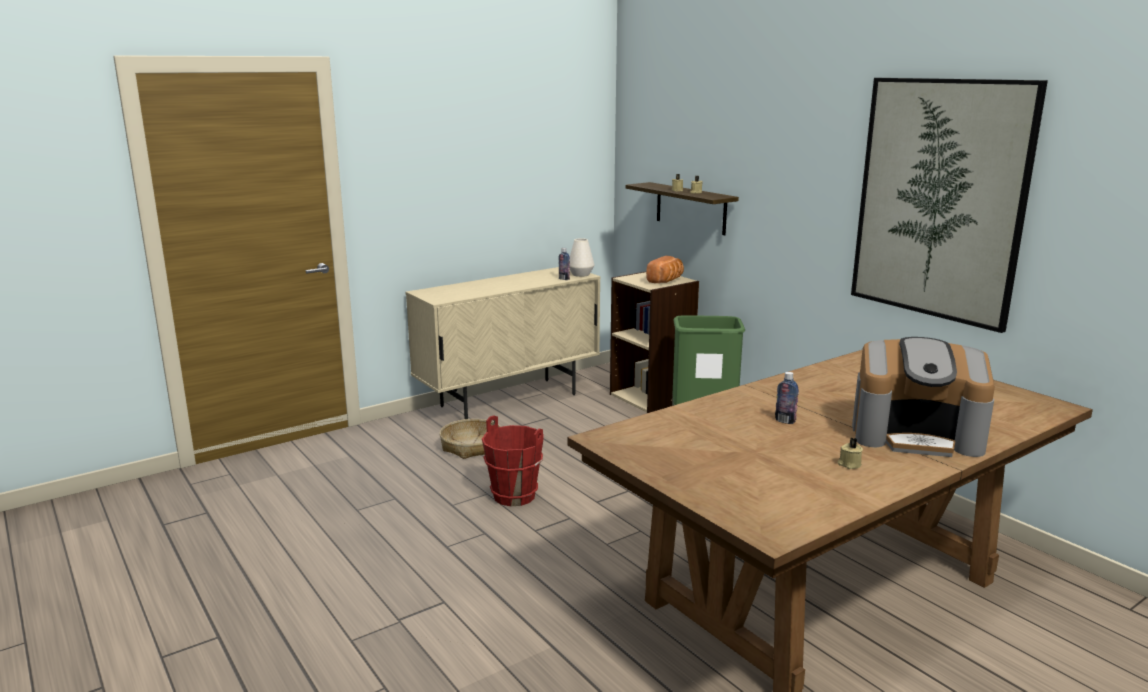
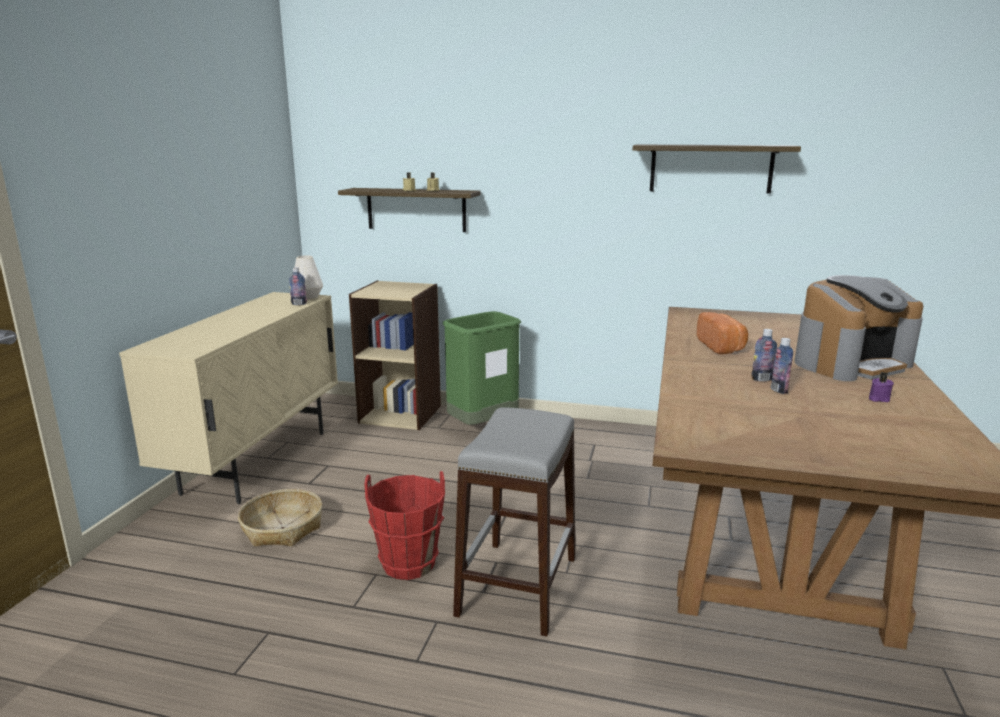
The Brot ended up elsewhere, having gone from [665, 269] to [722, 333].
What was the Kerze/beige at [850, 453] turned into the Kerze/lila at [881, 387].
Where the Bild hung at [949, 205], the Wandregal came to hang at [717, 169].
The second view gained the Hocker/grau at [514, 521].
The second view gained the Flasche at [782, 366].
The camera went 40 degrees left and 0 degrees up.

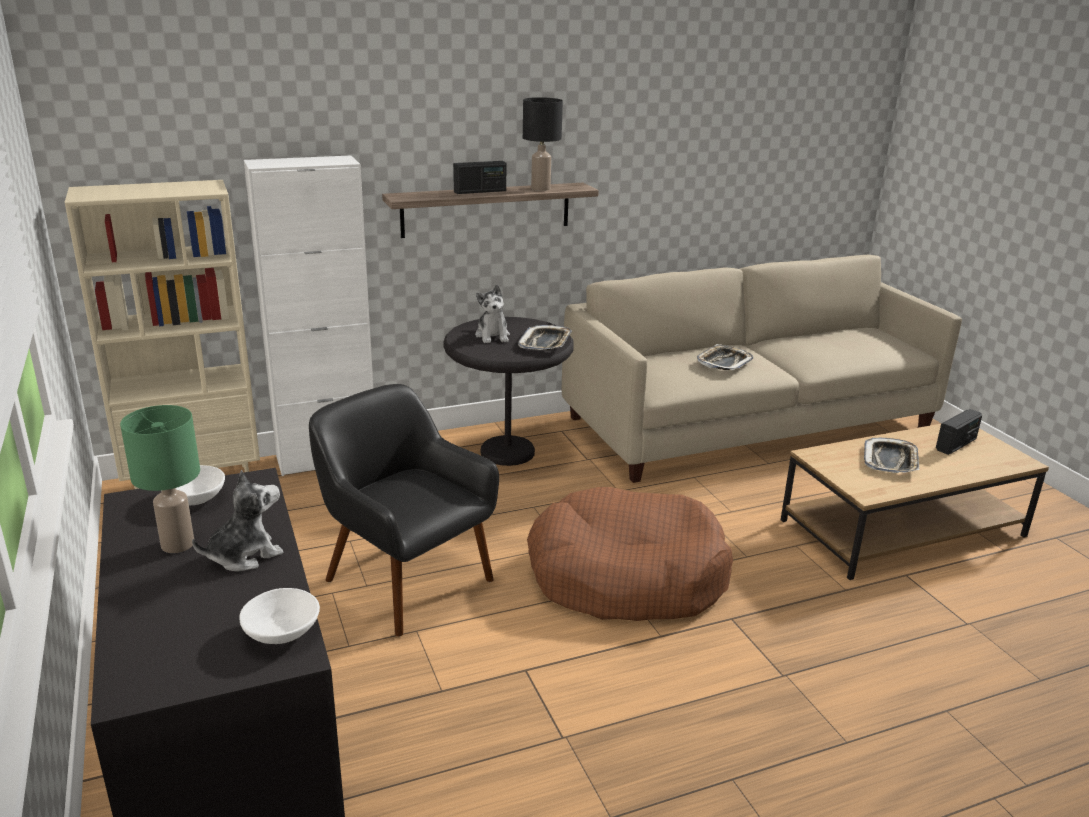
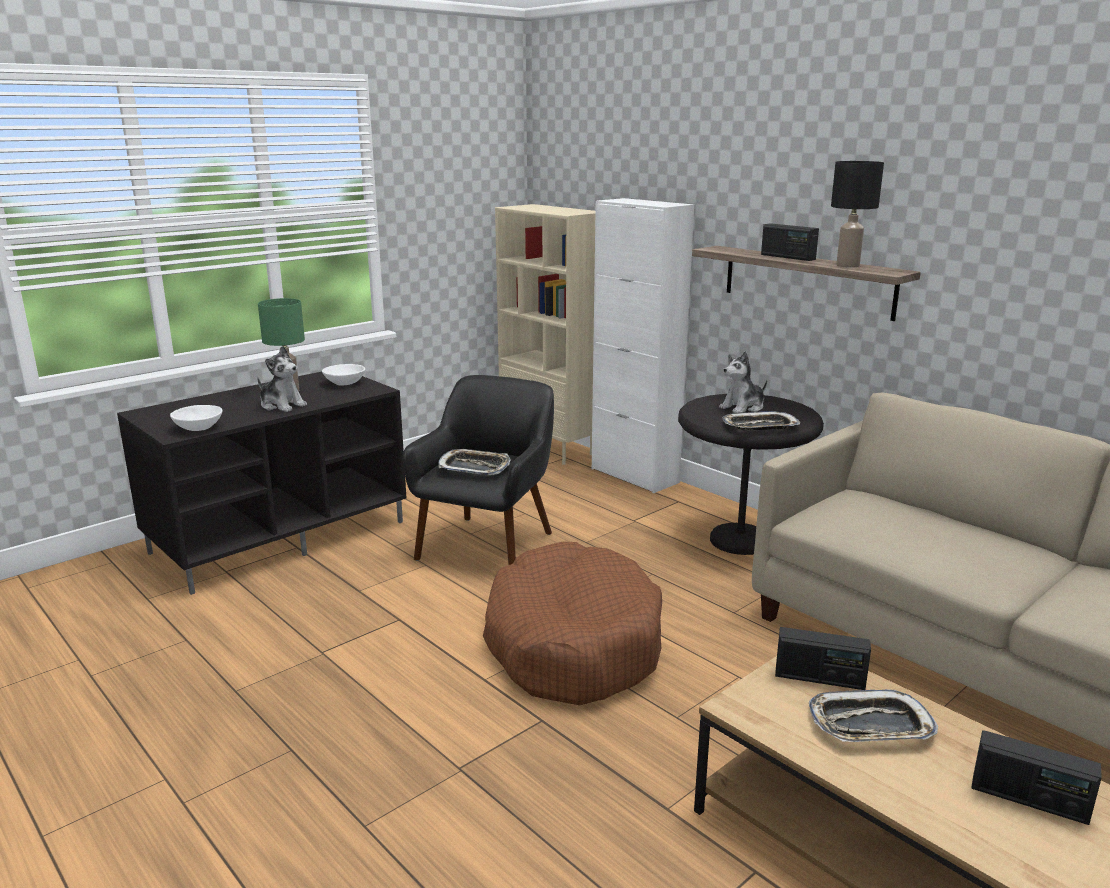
The Tablett ended up elsewhere, having gone from [725, 357] to [475, 462].
The second view gained the Radio at [823, 658].
The camera went 70 degrees right and 5 degrees down.

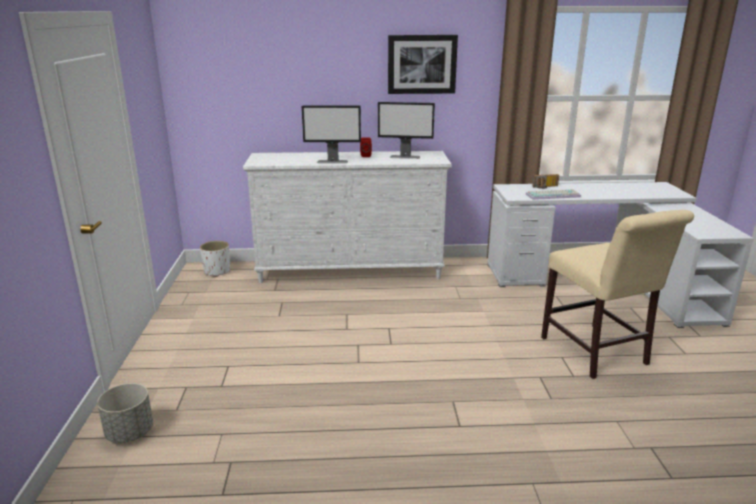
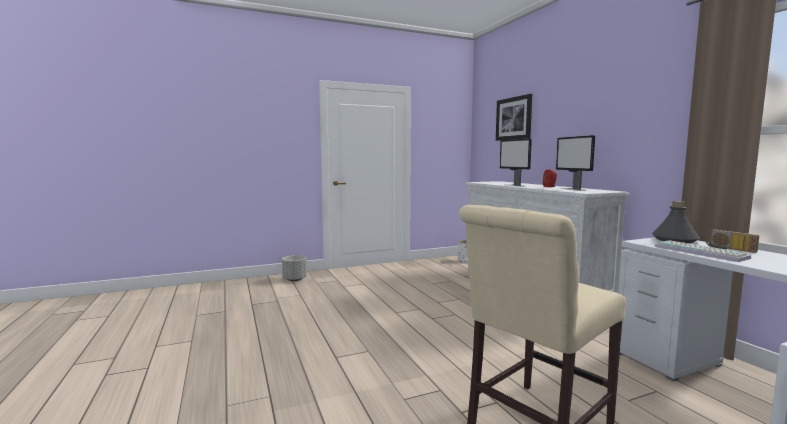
The Bild ended up elsewhere, having gone from [423, 64] to [514, 117].
The second view gained the Flasche/grau at [676, 222].
The camera went 70 degrees right and 15 degrees down.

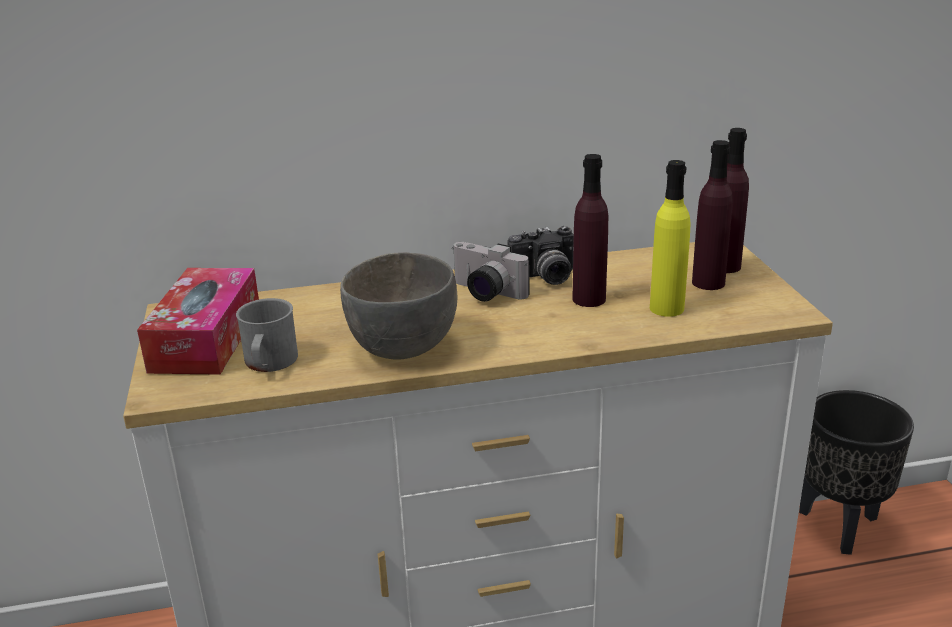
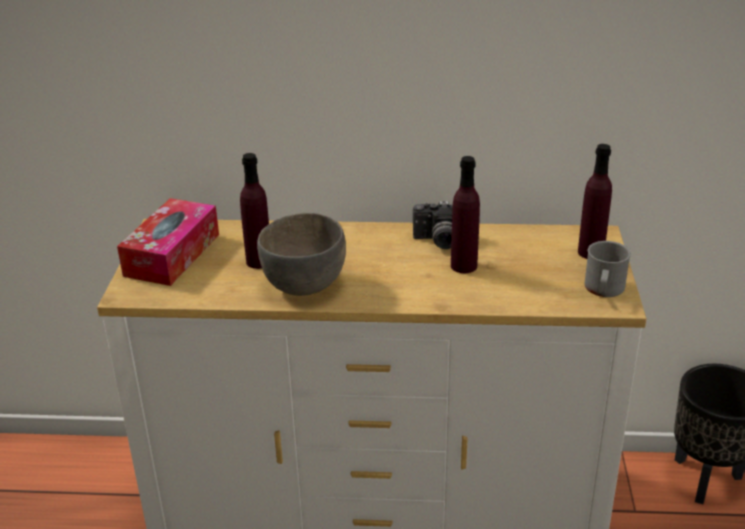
The Henkelbecher/grau ended up elsewhere, having gone from [267, 335] to [607, 269].
The second view lost the Kamera at [491, 272].
The second view lost the Flasche/gelb at [670, 238].
The Flasche/lila ended up elsewhere, having gone from [712, 215] to [254, 211].
The camera went 15 degrees right and 5 degrees up.

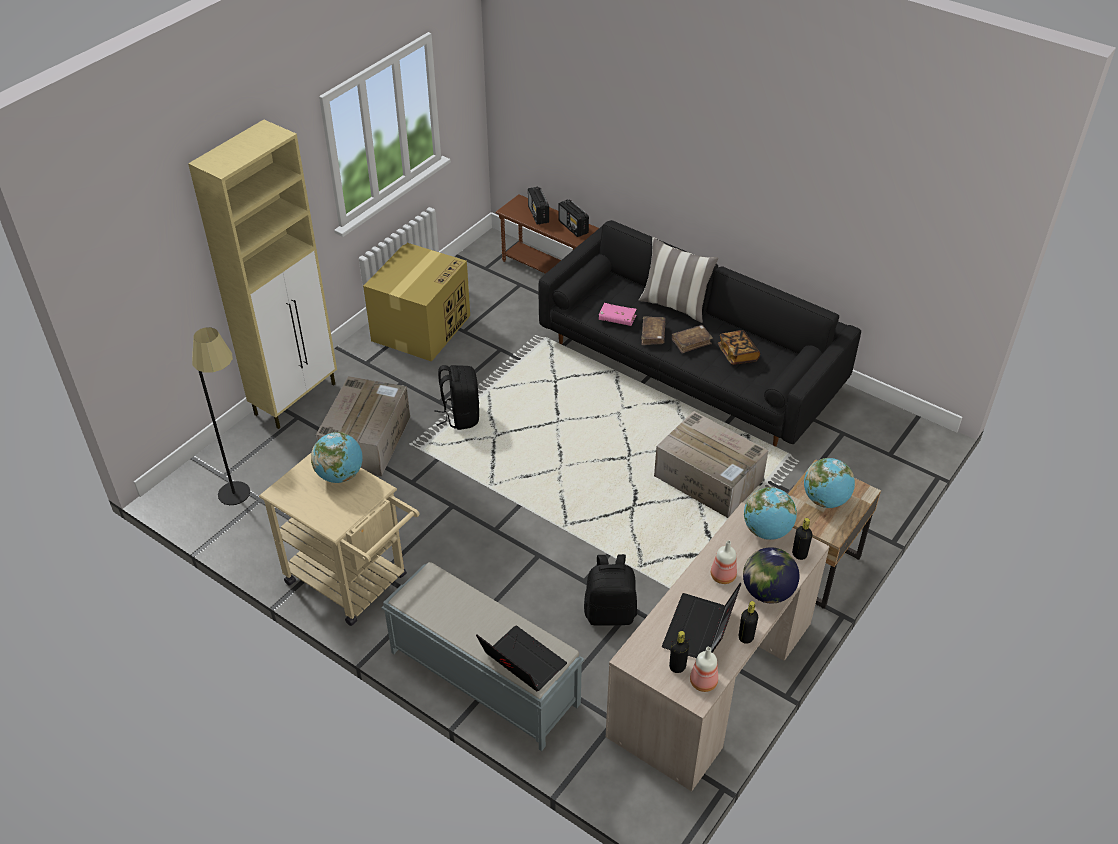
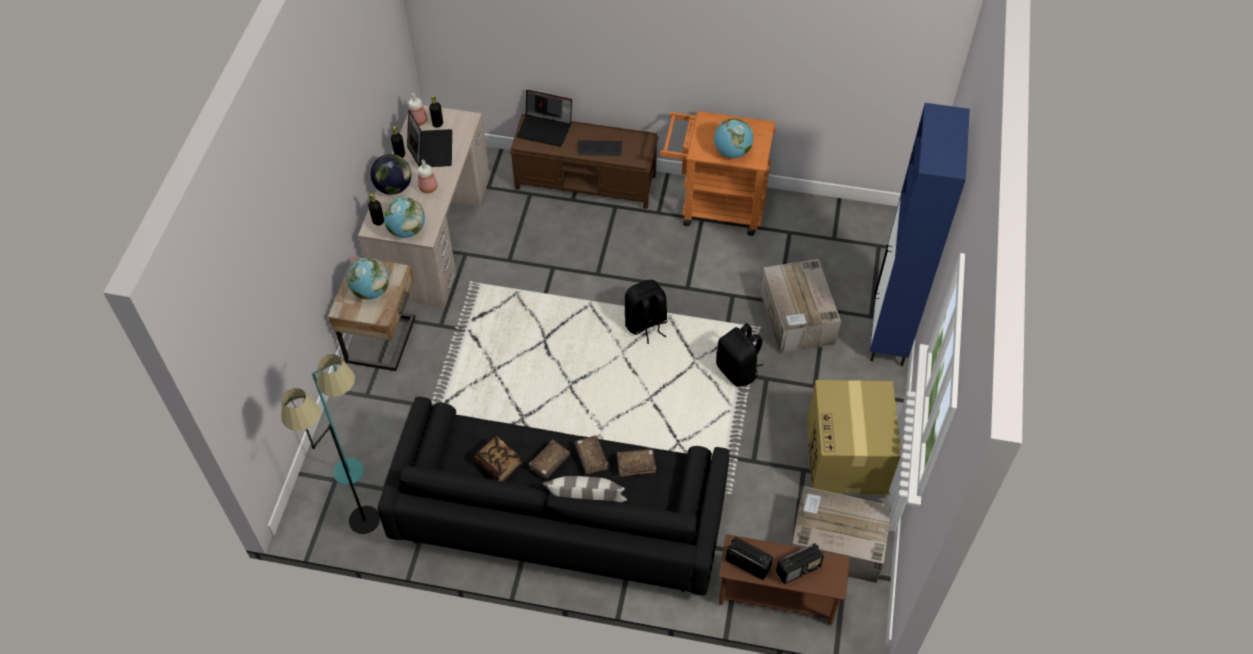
What was the Schrank/beige at [262, 274] turned into the Schrank/blau at [920, 234].
The Stehlampe/schwarz ended up elsewhere, having gone from [221, 416] to [330, 461].
What was the Rollwagen/beige at [339, 539] turned into the Rollwagen/orange at [718, 173].
What was the Bank/grau at [483, 656] turned into the Bank/braun at [583, 161].
The Radio at [538, 205] ended up facing another way, 105 degrees clockwise from before.
The Rucksack/schwarz ended up elsewhere, having gone from [610, 590] to [646, 312].
What was the Buch/rosa at [618, 314] turned into the Buch/braun at [636, 462].
The Karton ended up elsewhere, having gone from [711, 464] to [841, 534].
The second view gained the Stehlampe/türkis at [338, 419].
The second view gained the Tastatur at [600, 148].
The camera went 155 degrees right and 10 degrees up.

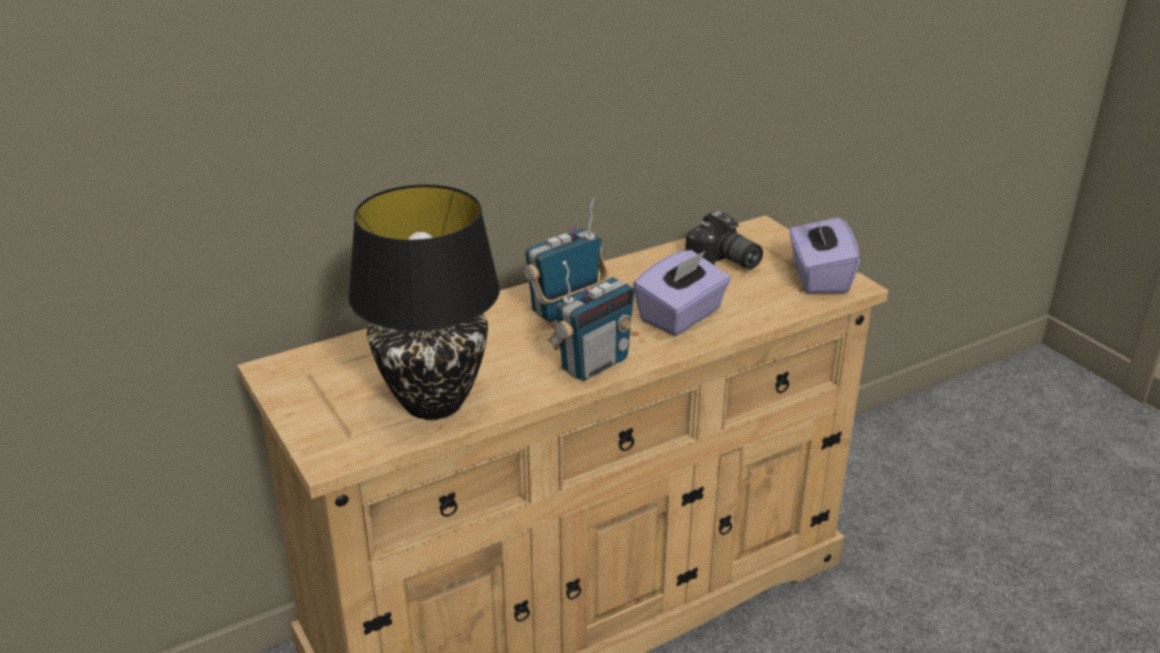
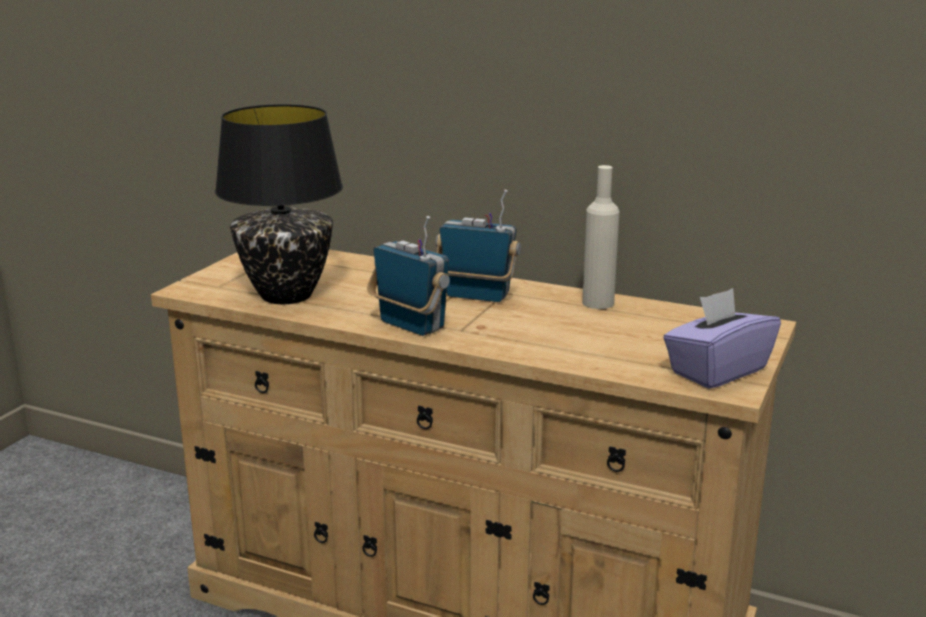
The Radio at [591, 321] ended up facing another way, 150 degrees counterclockwise from before.
The second view lost the Taschentuchbox/lila at [682, 292].
The second view lost the Kamera at [724, 240].
The second view gained the Flasche/beige at [600, 237].
The camera went 55 degrees right and 10 degrees down.

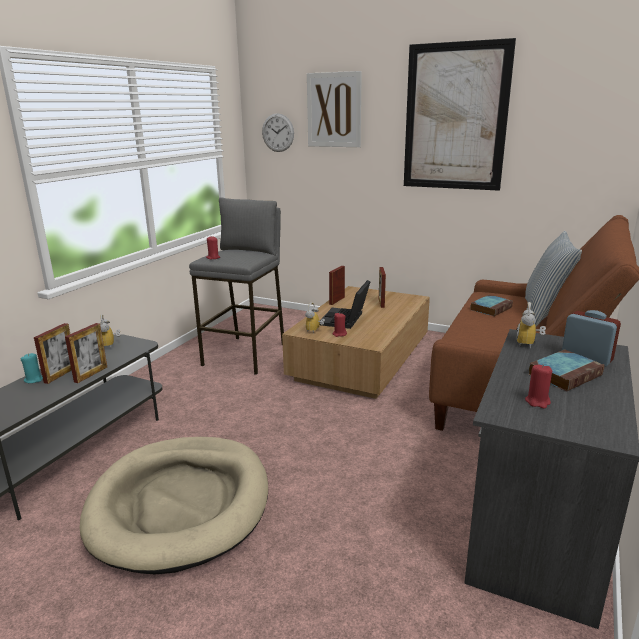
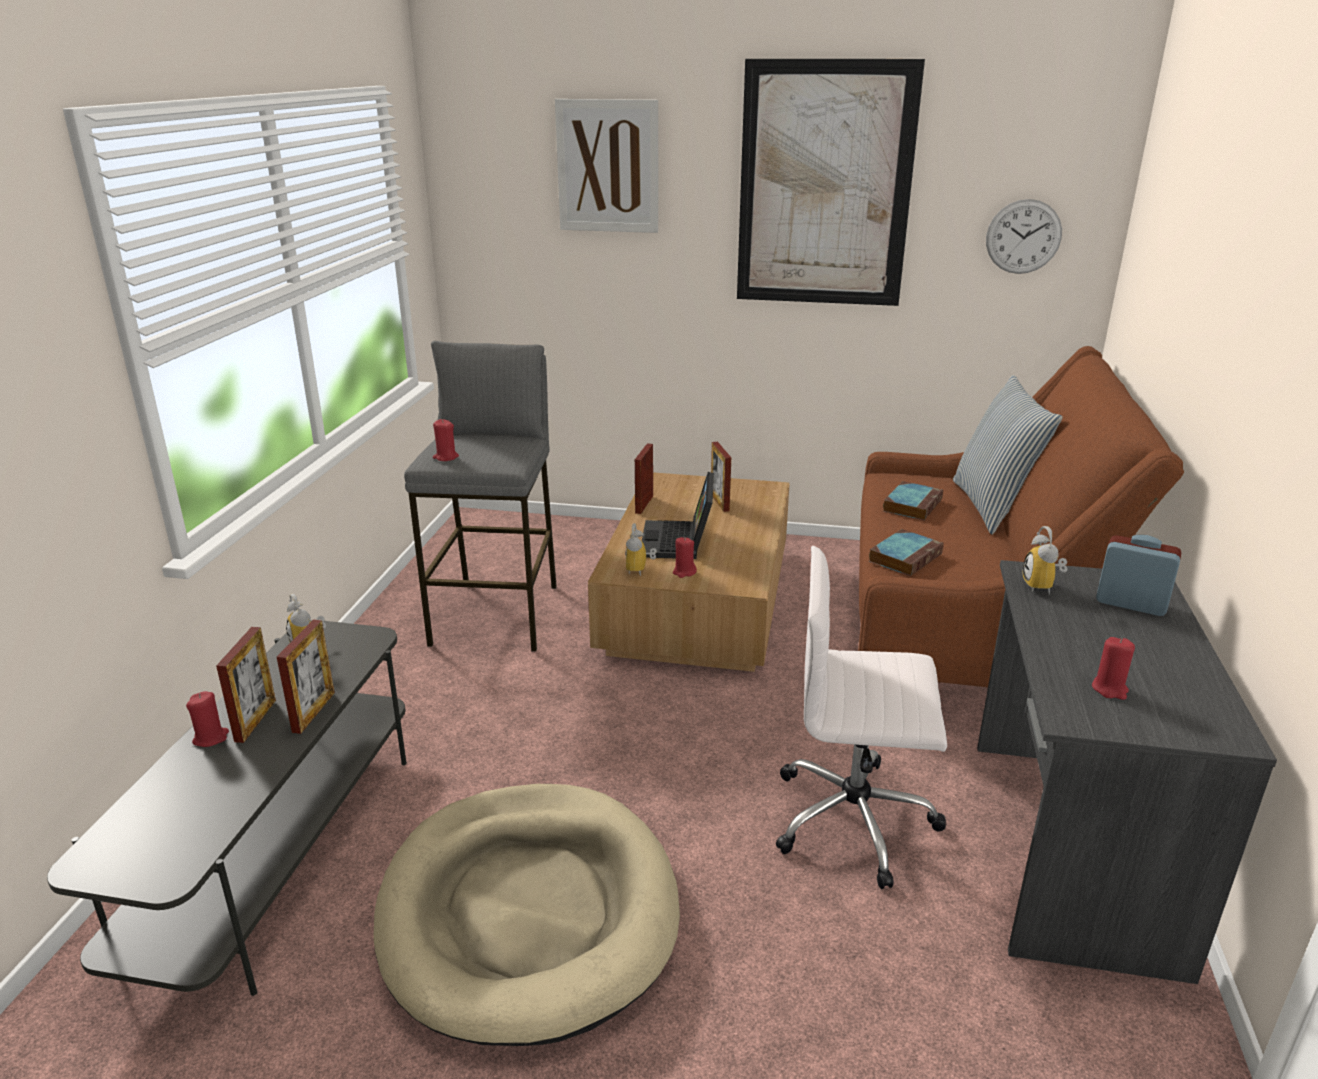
What was the Kerze/türkis at [32, 368] turned into the Kerze/rot at [207, 719].
The Wanduhr ended up elsewhere, having gone from [278, 132] to [1024, 236].
The Buch ended up elsewhere, having gone from [566, 370] to [906, 552].
The second view gained the Bürostuhl/weiß at [861, 717].
The camera went 15 degrees left and 5 degrees up.

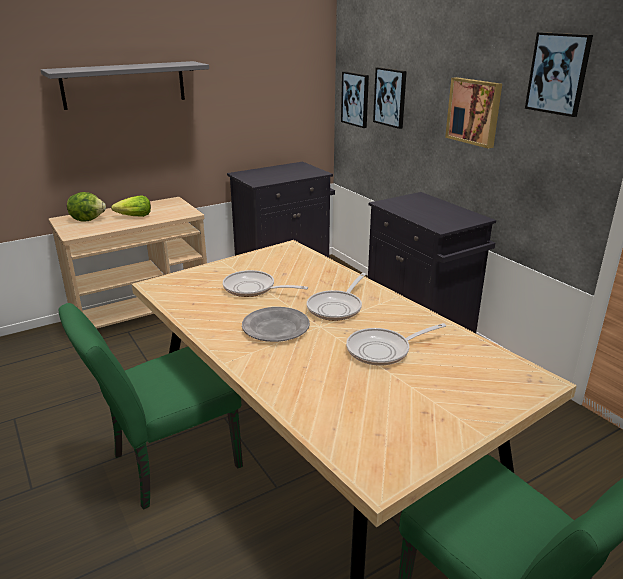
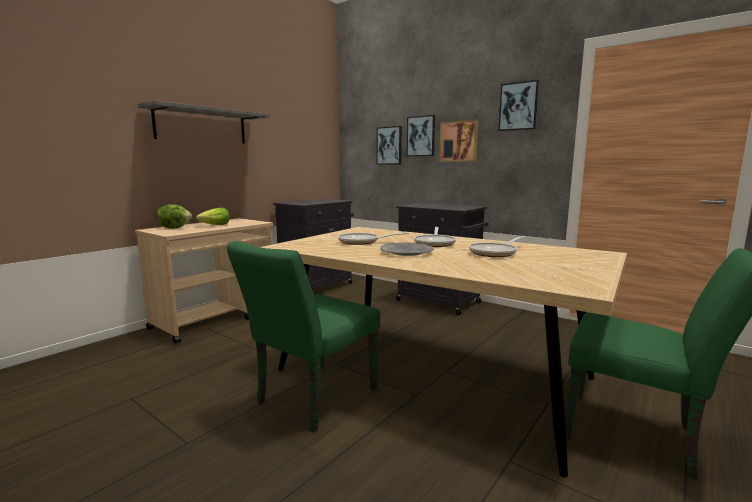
The Bild ended up elsewhere, having gone from [355, 99] to [421, 135].
The camera went 20 degrees left and 15 degrees down.

